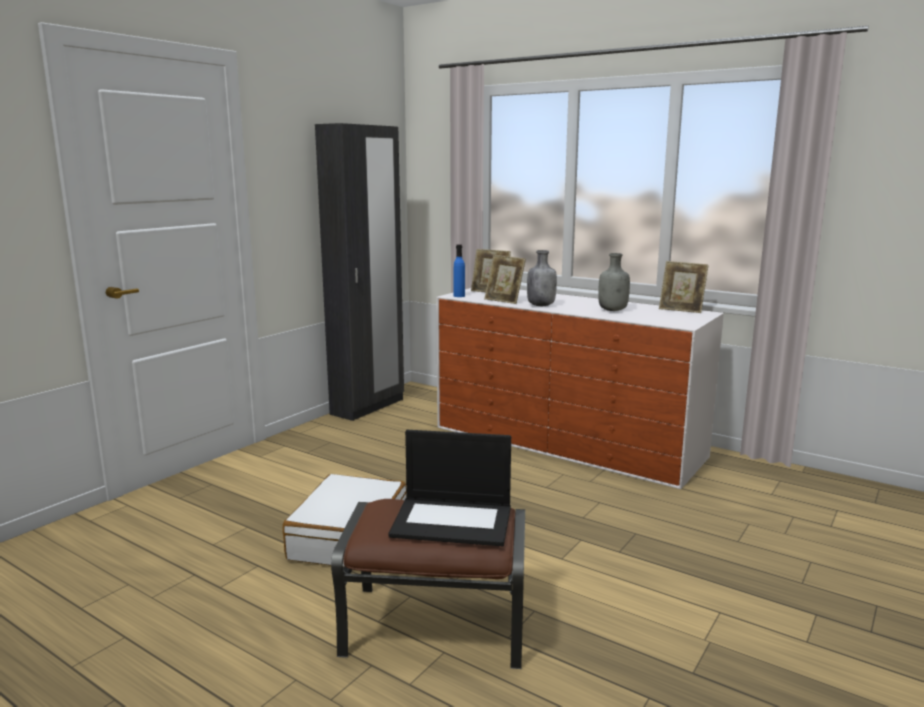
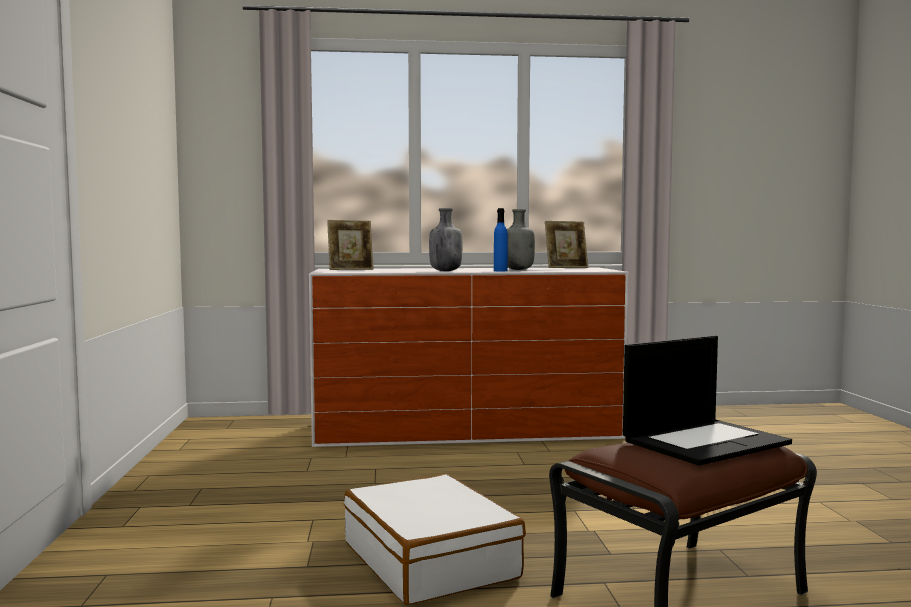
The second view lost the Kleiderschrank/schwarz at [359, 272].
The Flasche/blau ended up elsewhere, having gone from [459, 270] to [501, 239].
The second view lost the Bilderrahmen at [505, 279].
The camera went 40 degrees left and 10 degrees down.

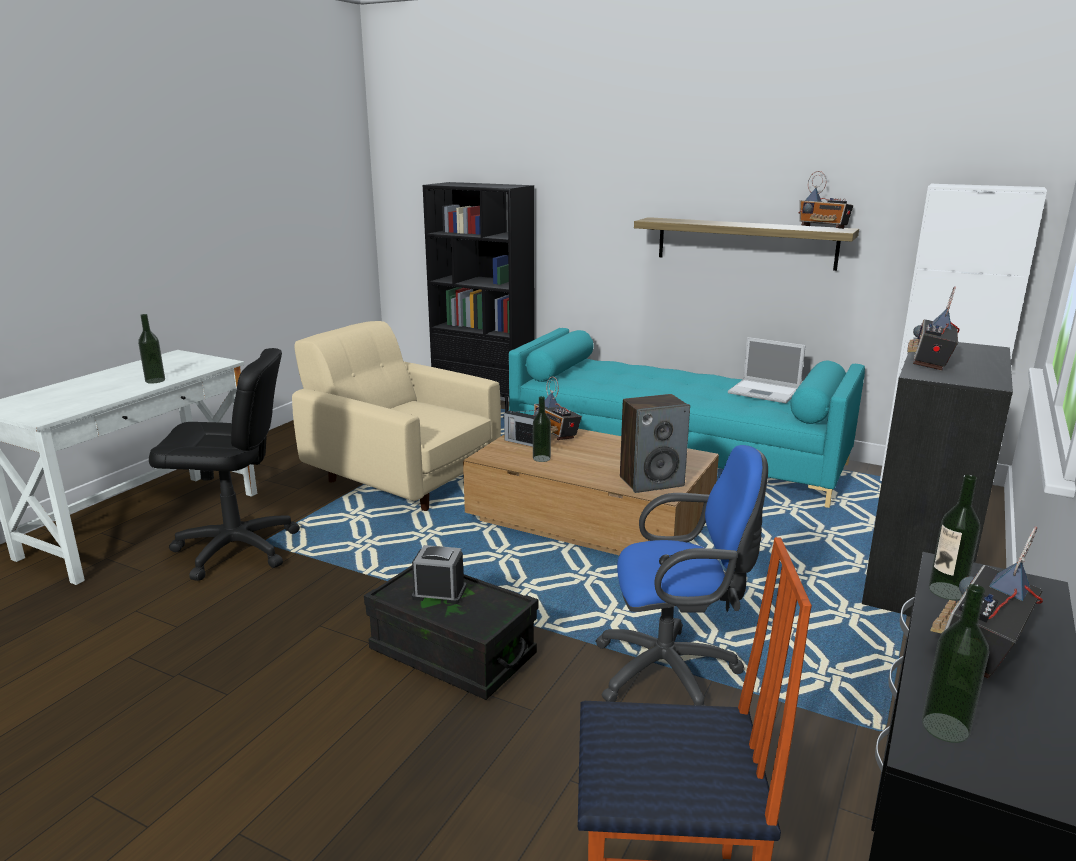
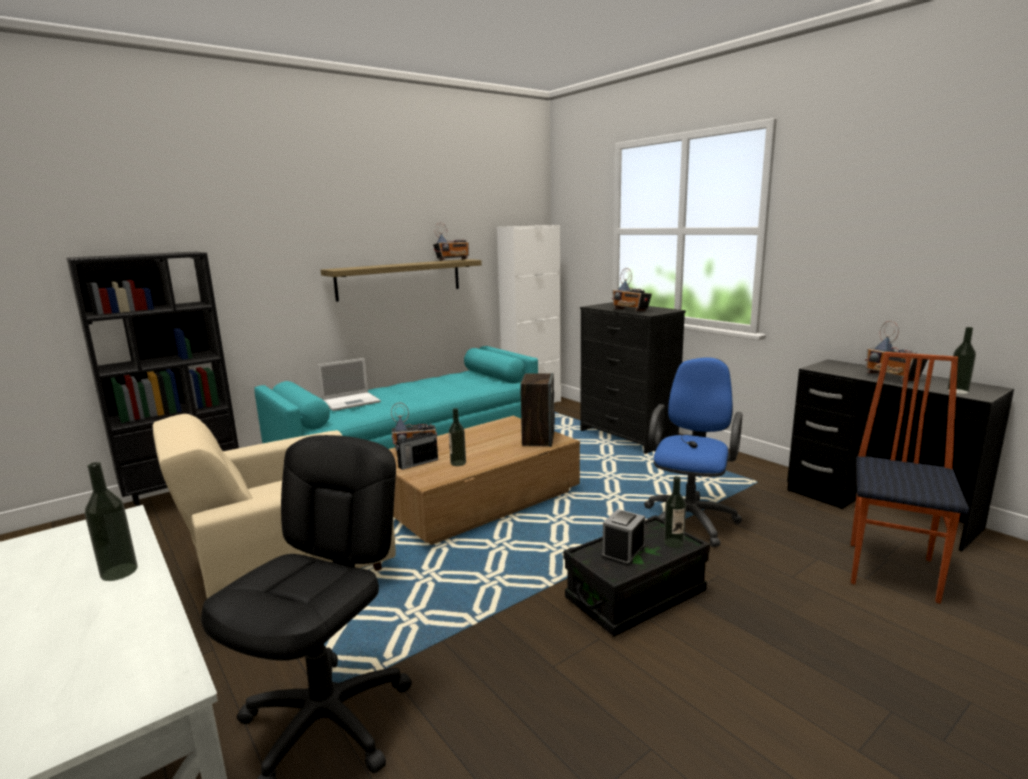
The Laptop ended up elsewhere, having gone from [767, 370] to [349, 384].
The Flasche ended up elsewhere, having gone from [954, 537] to [675, 512].
The camera went 65 degrees left and 5 degrees down.

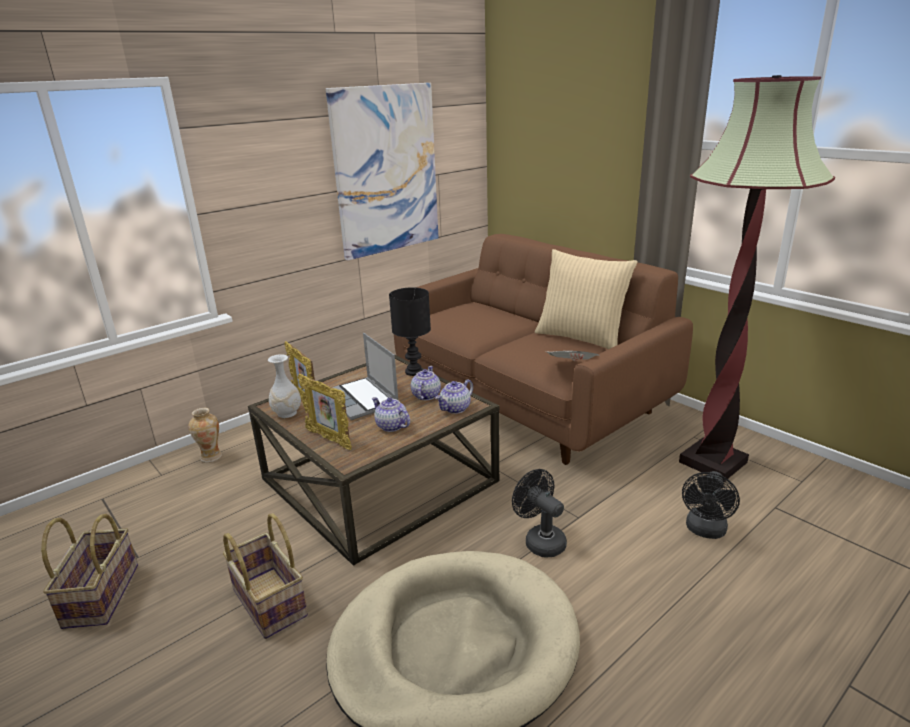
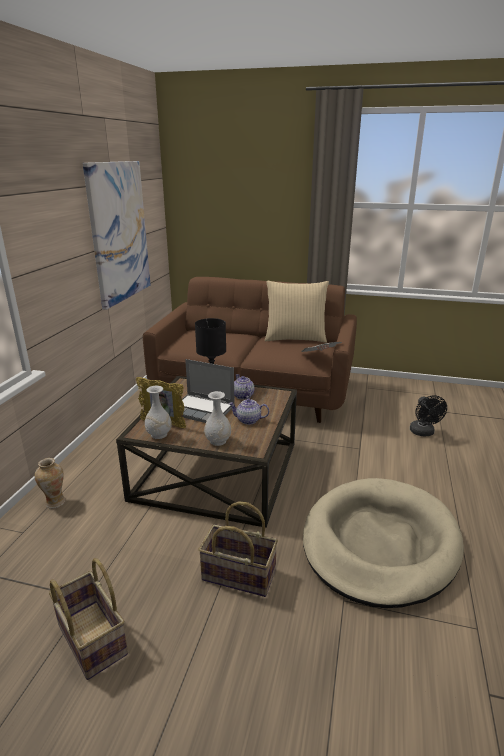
Where the Bilderrahmen stood at [325, 412], the Vase/weiß came to stand at [217, 418].
The second view lost the Teekanne at [454, 396].
The second view lost the Ventilator/schwarz at [539, 513].
The second view lost the Stehlampe at [757, 278].
The camera went 35 degrees left and 0 degrees up.

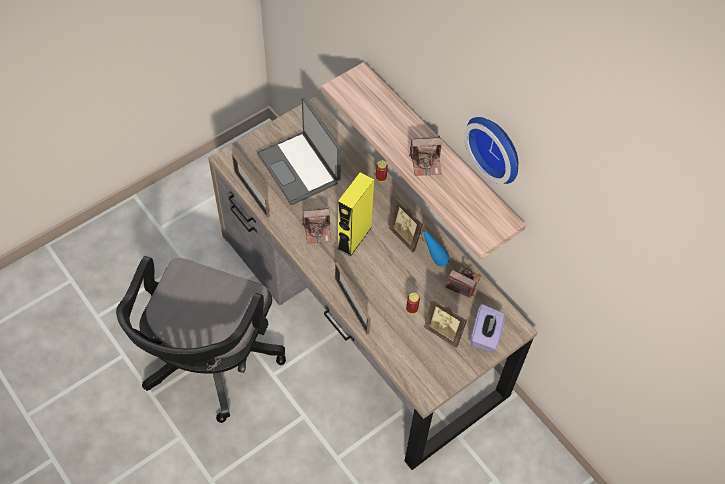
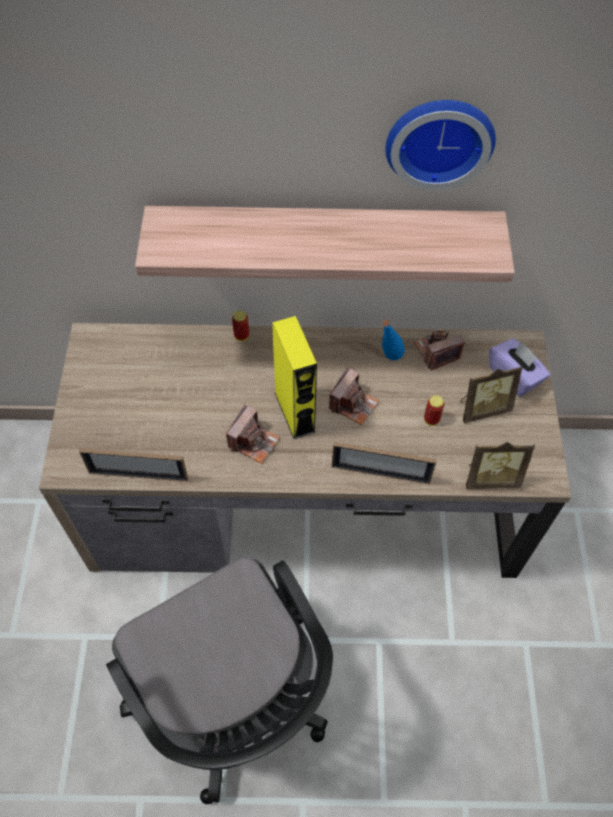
The second view lost the Laptop at [299, 151].
The Bilderrahmen ended up elsewhere, having gone from [406, 225] to [500, 465].
The Kamera ended up elsewhere, having gone from [425, 156] to [354, 396].
The camera went 50 degrees left and 0 degrees up.

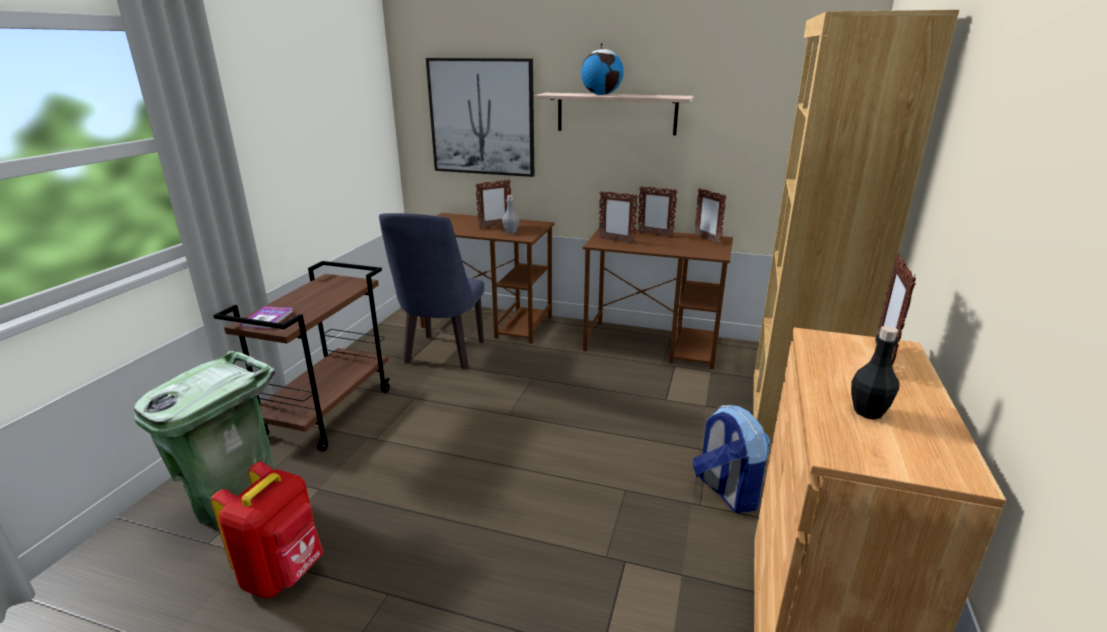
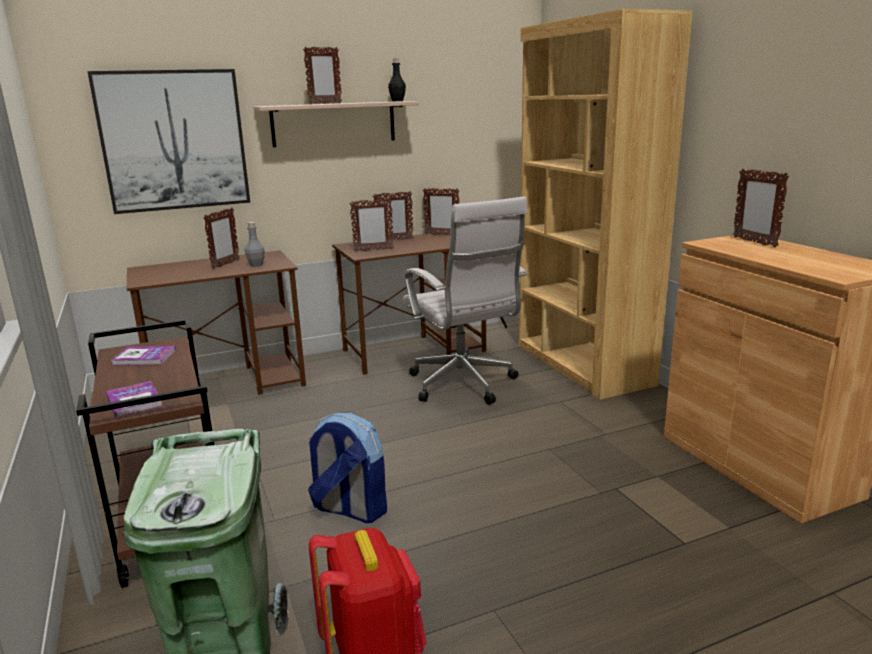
The second view lost the Stuhl/blau at [431, 291].
Where the Globus stood at [602, 68], the Bilderrahmen came to stand at [322, 75].
The Rucksack ended up elsewhere, having gone from [731, 459] to [347, 468].
The Flasche/schwarz ended up elsewhere, having gone from [875, 372] to [397, 79].
The second view gained the Buch at [143, 355].
The second view gained the Bürostuhl/weiß at [465, 300].
The camera went 40 degrees left and 5 degrees down.

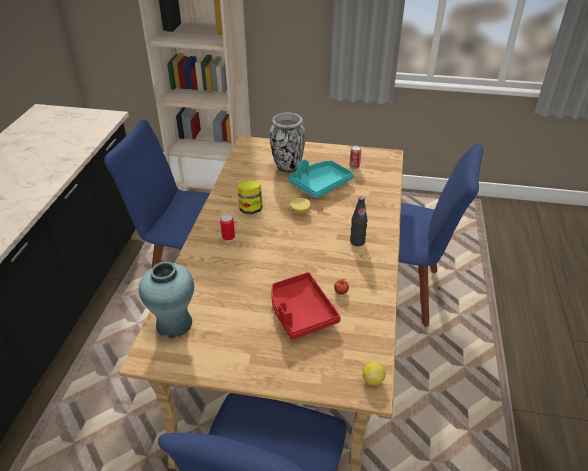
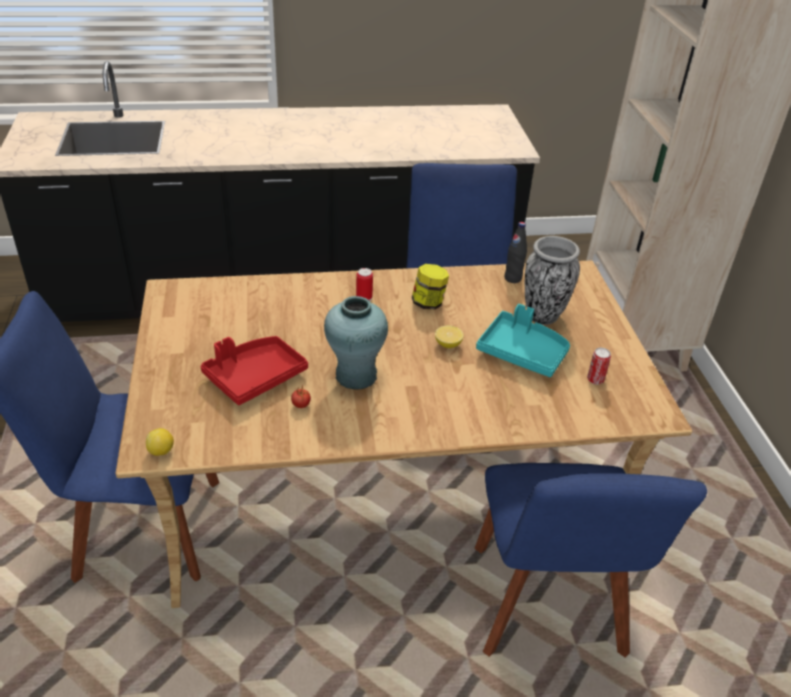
The Vase/türkis ended up elsewhere, having gone from [166, 300] to [356, 342].
The Flasche/schwarz ended up elsewhere, having gone from [359, 221] to [515, 252].
The camera went 70 degrees right and 0 degrees up.

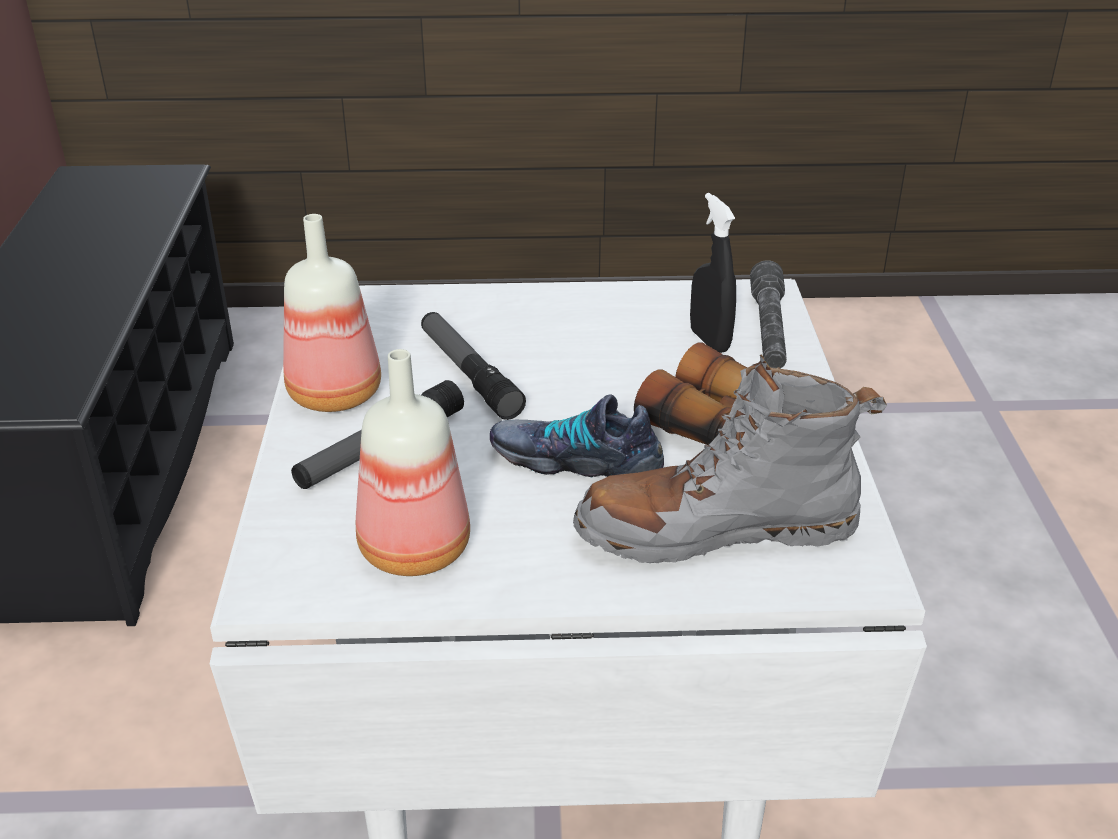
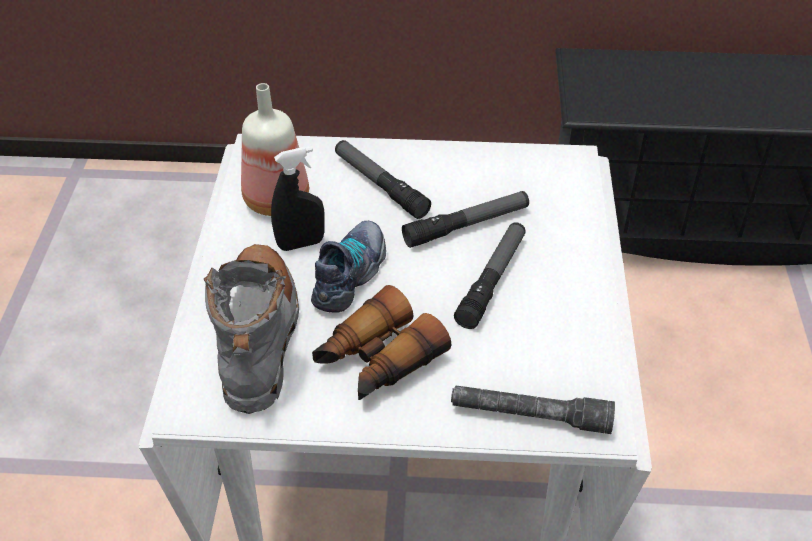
The second view lost the Flasche at [332, 313].
The Sprühflasche/schwarz ended up elsewhere, having gone from [713, 273] to [298, 198].
The second view gained the Taschenlampe at [490, 275].
The camera went 95 degrees right and 10 degrees up.

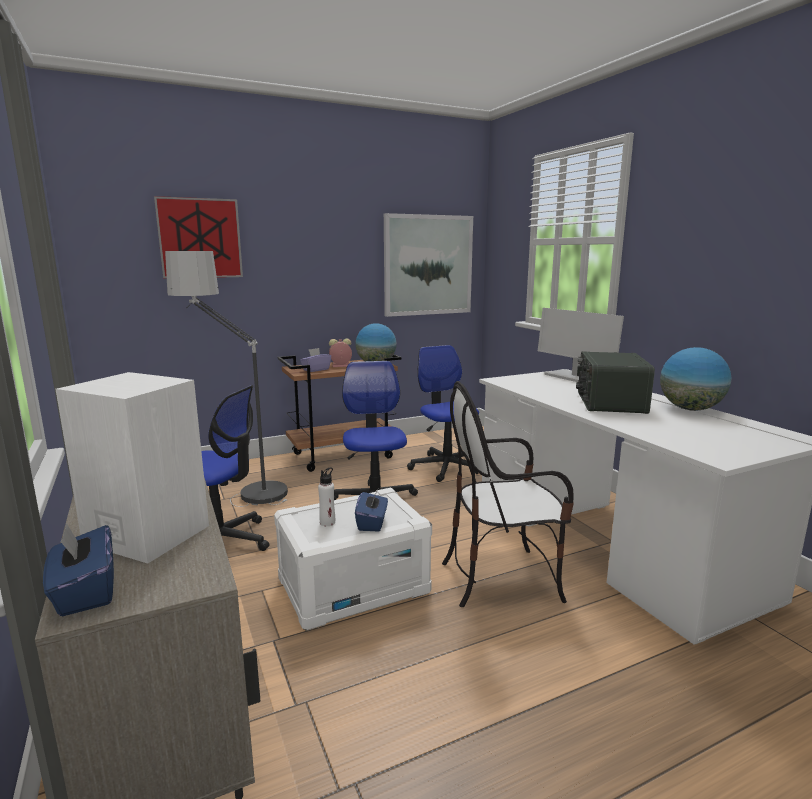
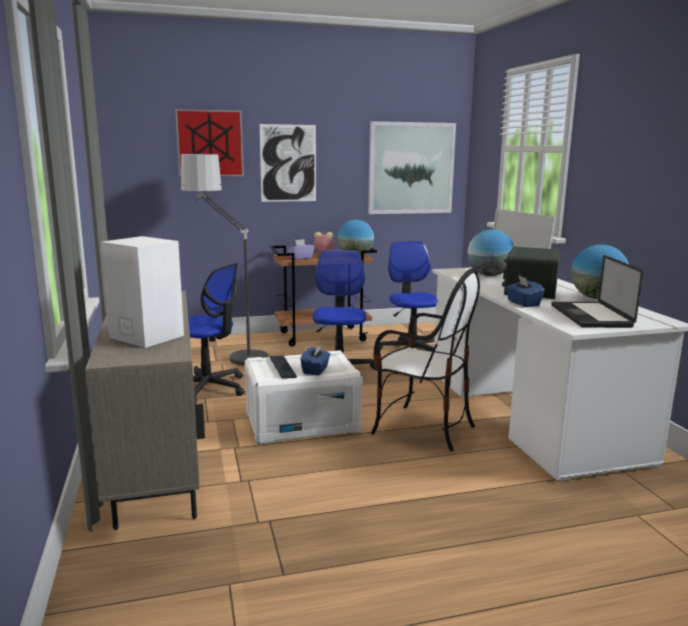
The Taschentuchbox/blau ended up elsewhere, having gone from [78, 569] to [525, 291].
Where the Flasche/weiß stood at [326, 496], the Tastatur came to stand at [283, 367].
The Stuhl at [508, 494] ended up facing another way, 150 degrees counterclockwise from before.
The second view gained the Bild at [288, 163].
The second view gained the Globus at [491, 253].
The second view gained the Laptop at [597, 291].
The camera went 10 degrees right and 0 degrees up.

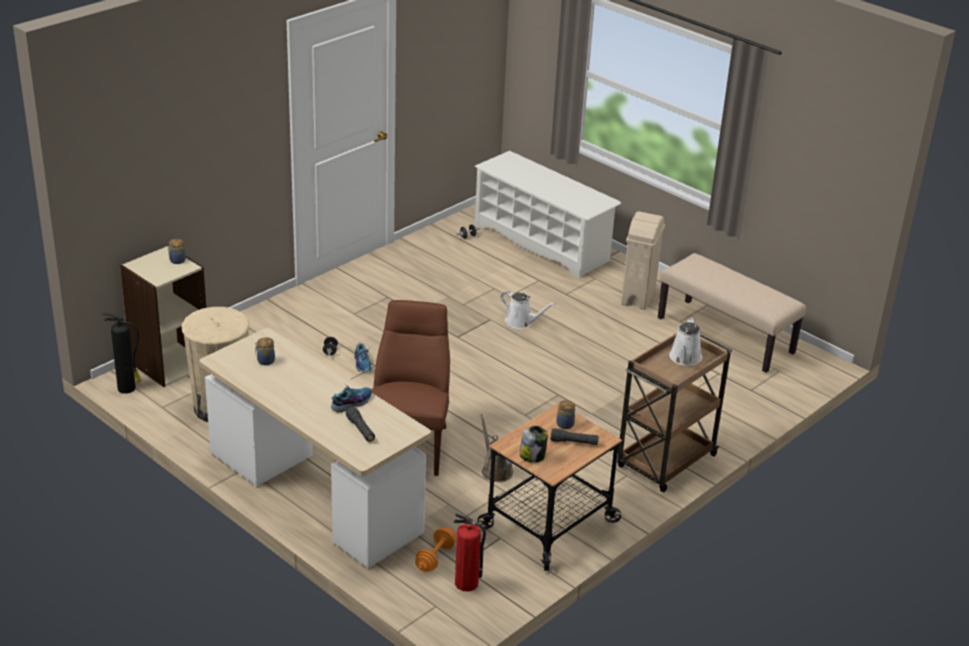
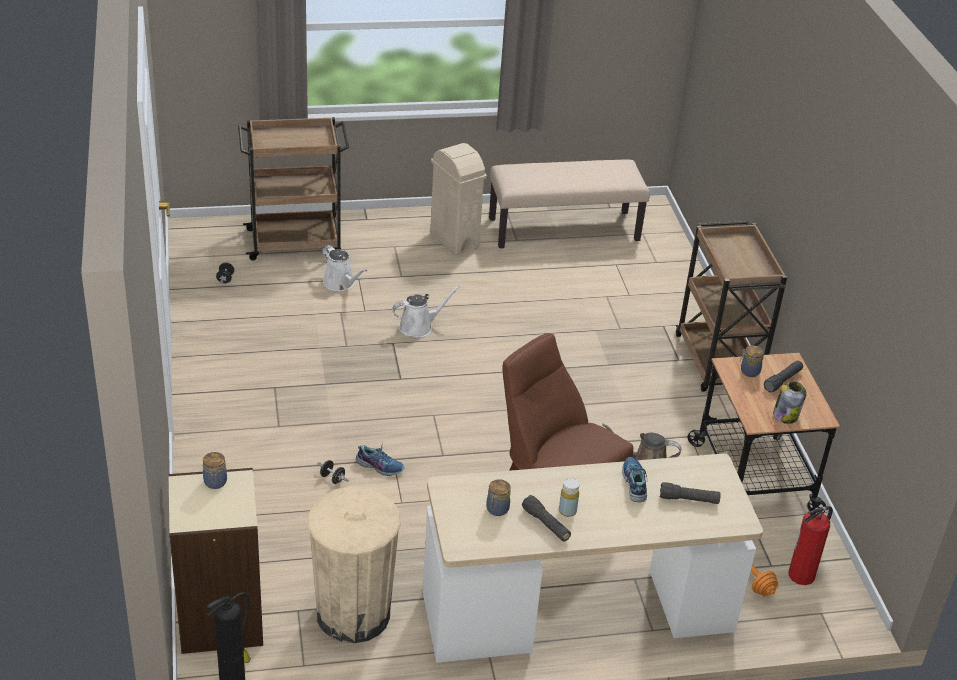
Where the Schuhregal/weiß stood at [548, 214], the Rollwagen/braun came to stand at [293, 188].
The Gießkanne/weiß ended up elsewhere, having gone from [685, 341] to [344, 268].
The second view gained the Taschenlampe/schwarz at [546, 518].
The second view gained the Flasche/gelb at [569, 497].
The camera went 55 degrees left and 5 degrees up.

